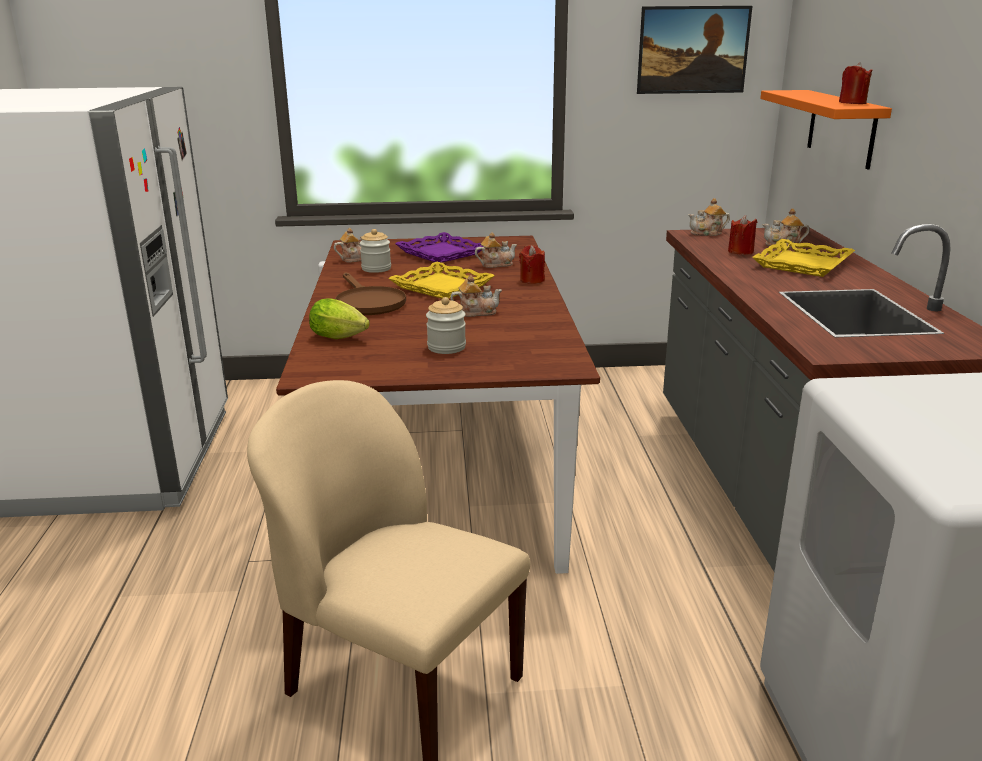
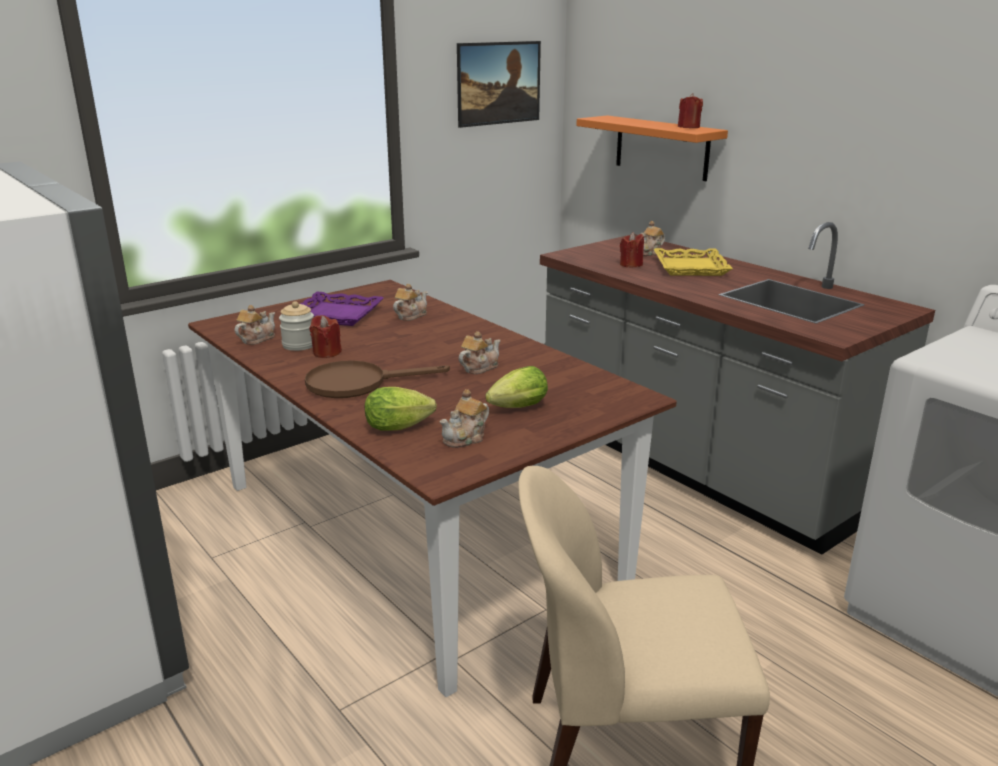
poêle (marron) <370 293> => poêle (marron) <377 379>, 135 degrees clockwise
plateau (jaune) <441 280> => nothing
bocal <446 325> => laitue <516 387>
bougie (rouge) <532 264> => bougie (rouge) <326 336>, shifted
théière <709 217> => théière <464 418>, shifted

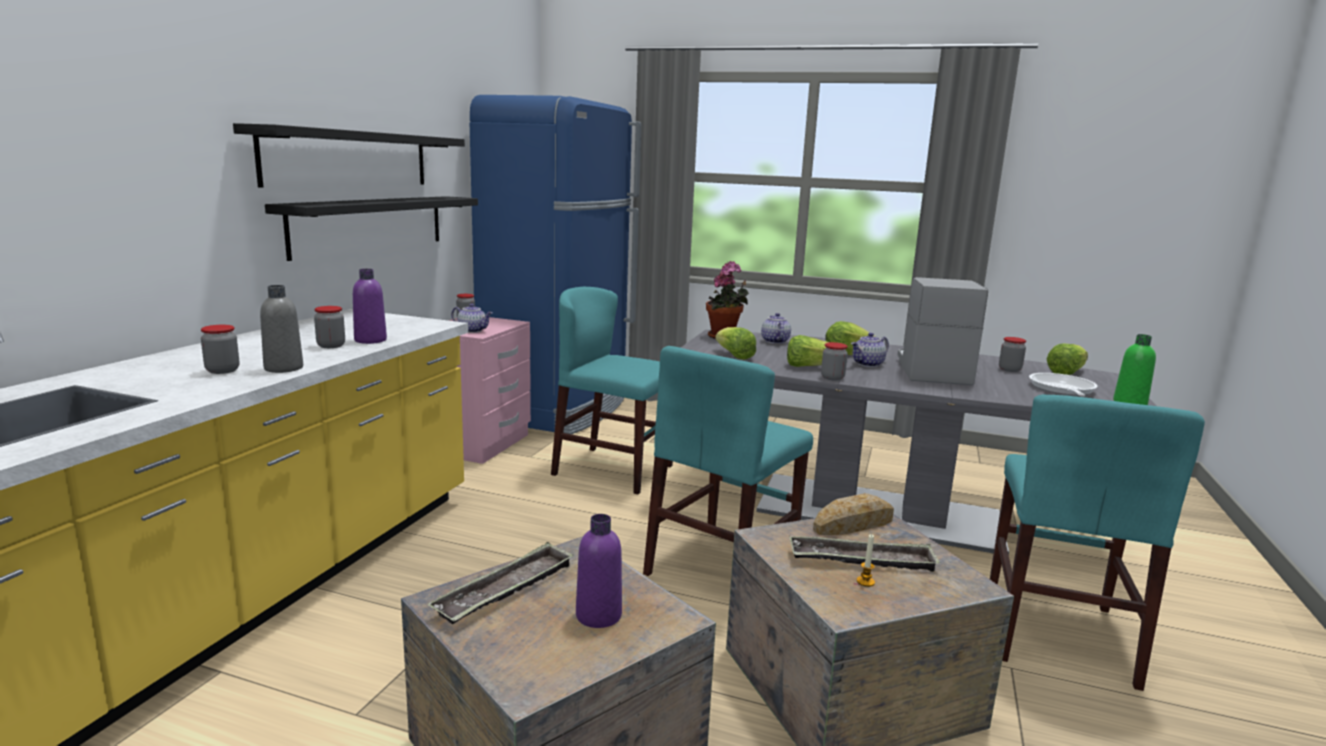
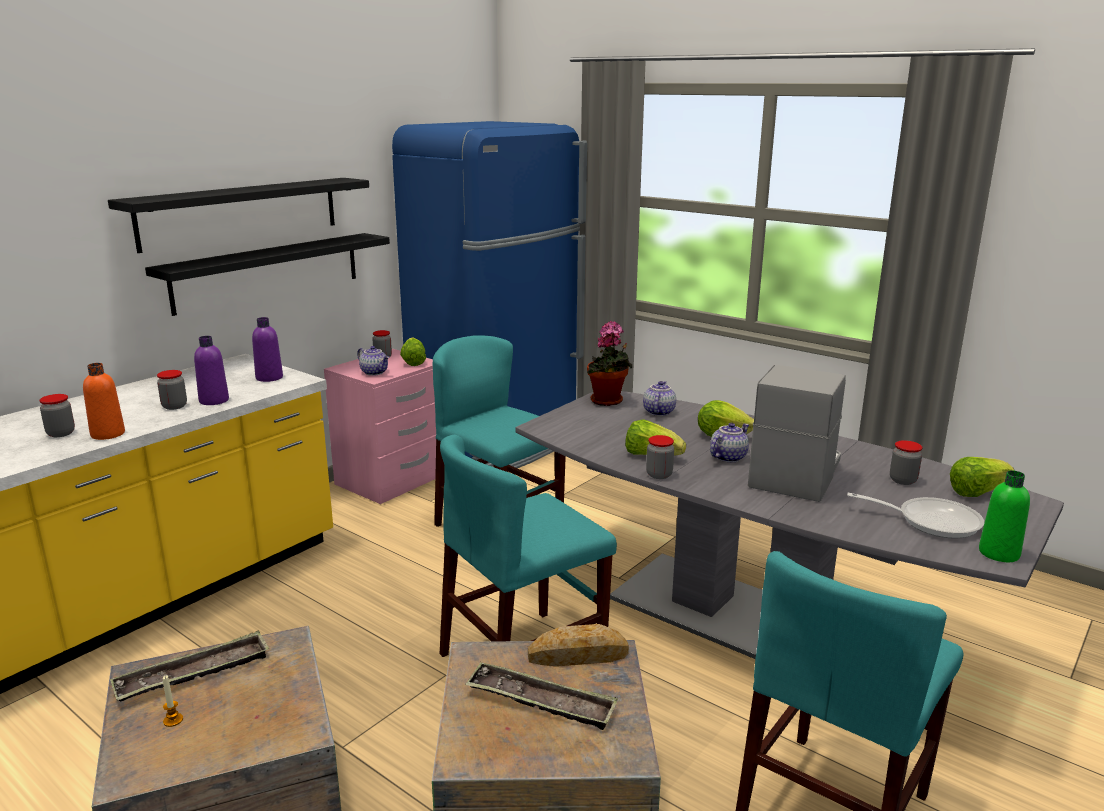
bouteille (gris) <281 329> => bouteille (orange) <104 401>
bouteille (violet) <599 571> => bouteille (violet) <267 349>, shifted
laitue <735 343> => laitue <413 351>, shifted
théière <870 350> => théière <729 442>, 150 degrees clockwise
bougie <866 560> => bougie <173 701>, shifted
poêle <1063 385> => poêle <915 516>, 75 degrees clockwise

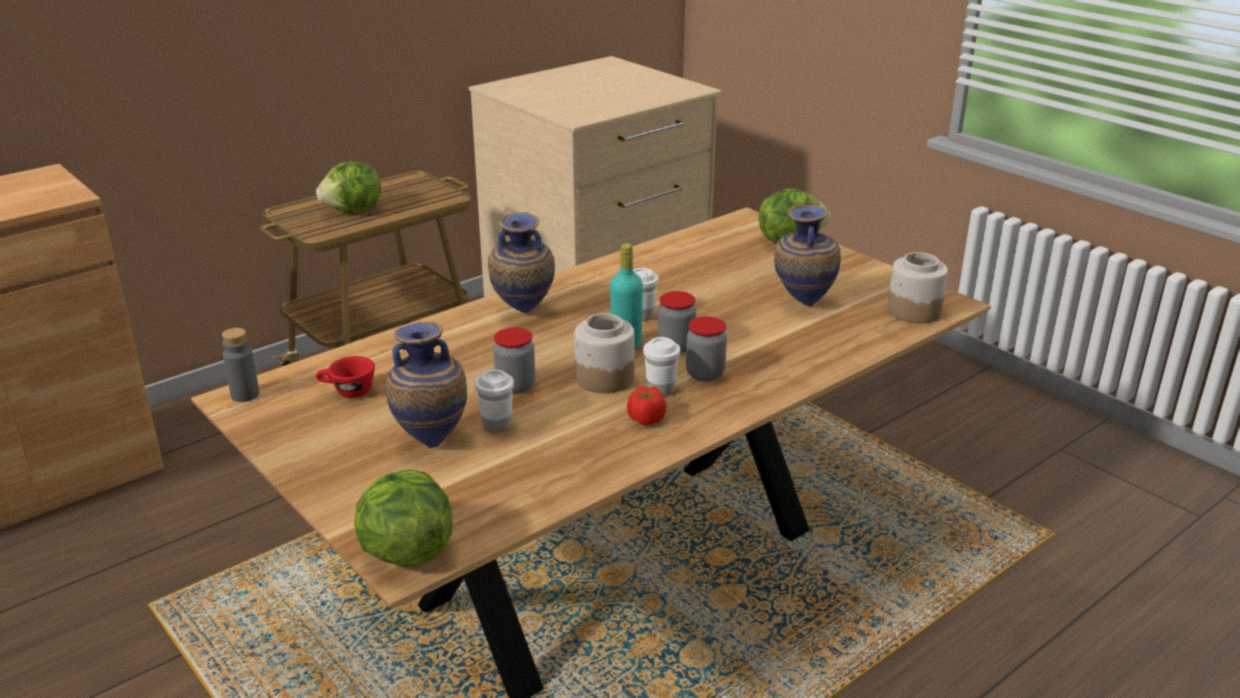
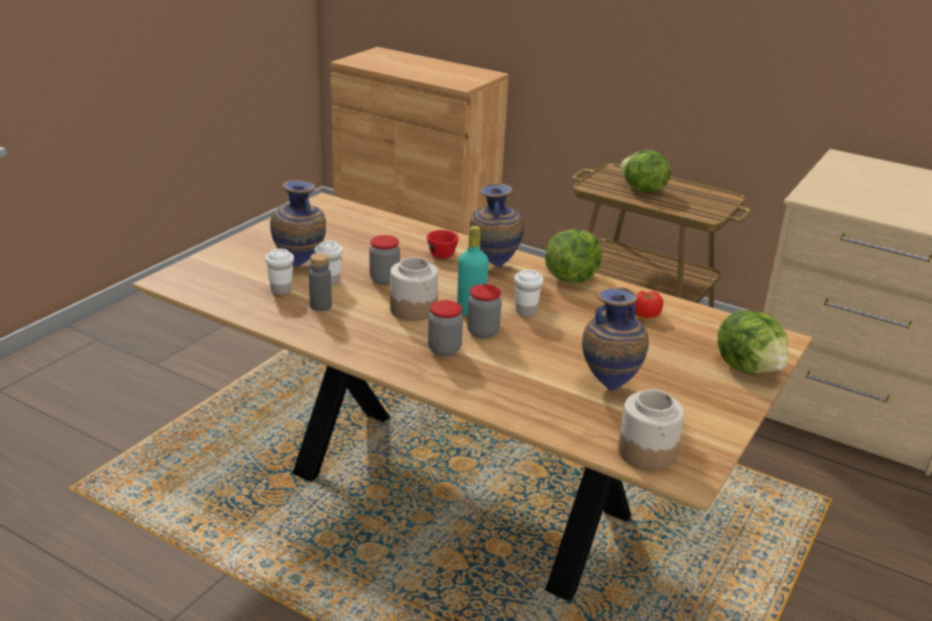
bouteille (gris) <240 365> => bouteille (gris) <320 282>, shifted
tasse (rouge) <345 377> => tasse (rouge) <443 244>, shifted
laitue <403 518> => laitue <573 256>, shifted
tomate <647 406> => tomate <648 304>, shifted
tasse (blanc) <661 367> => tasse (blanc) <279 272>, shifted

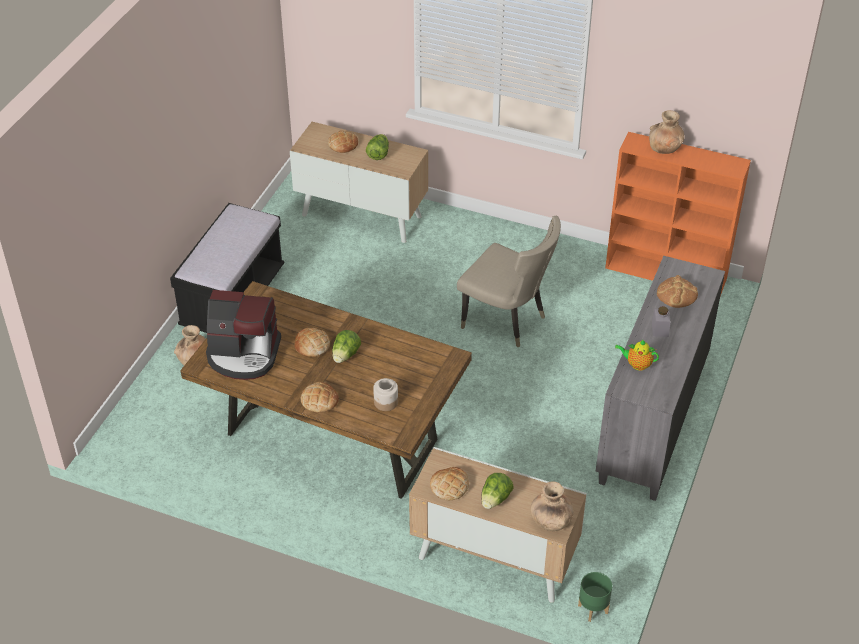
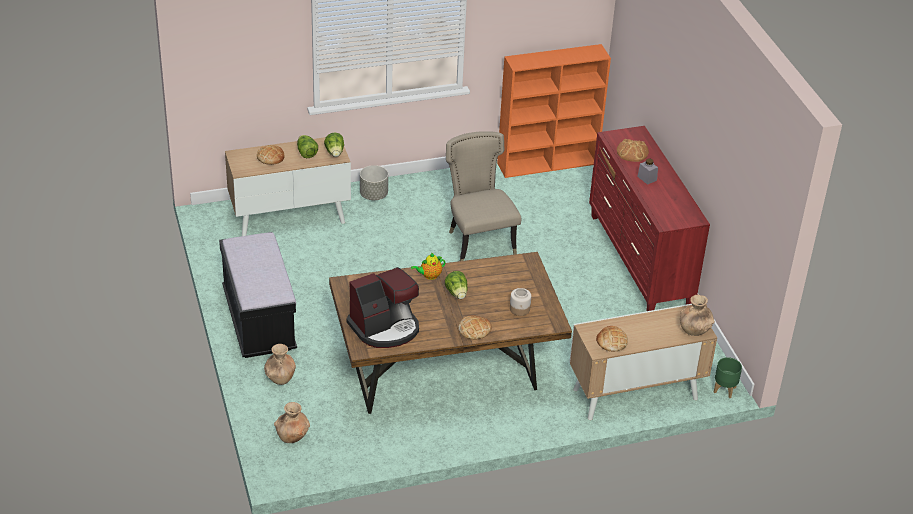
pain <312 342> => nothing
chaise (beige) <509 281> => chaise (beige) <483 196>, 105 degrees counterclockwise
laitue <497 491> => laitue <334 145>, shifted
commode (gris) <660 378> => commode (rouge) <649 218>
théière <637 355> => théière <428 266>, shifted
vase (marron) <667 132> => vase (marron) <292 422>, shifted
nothing => cache-pot (gris) <374 182>

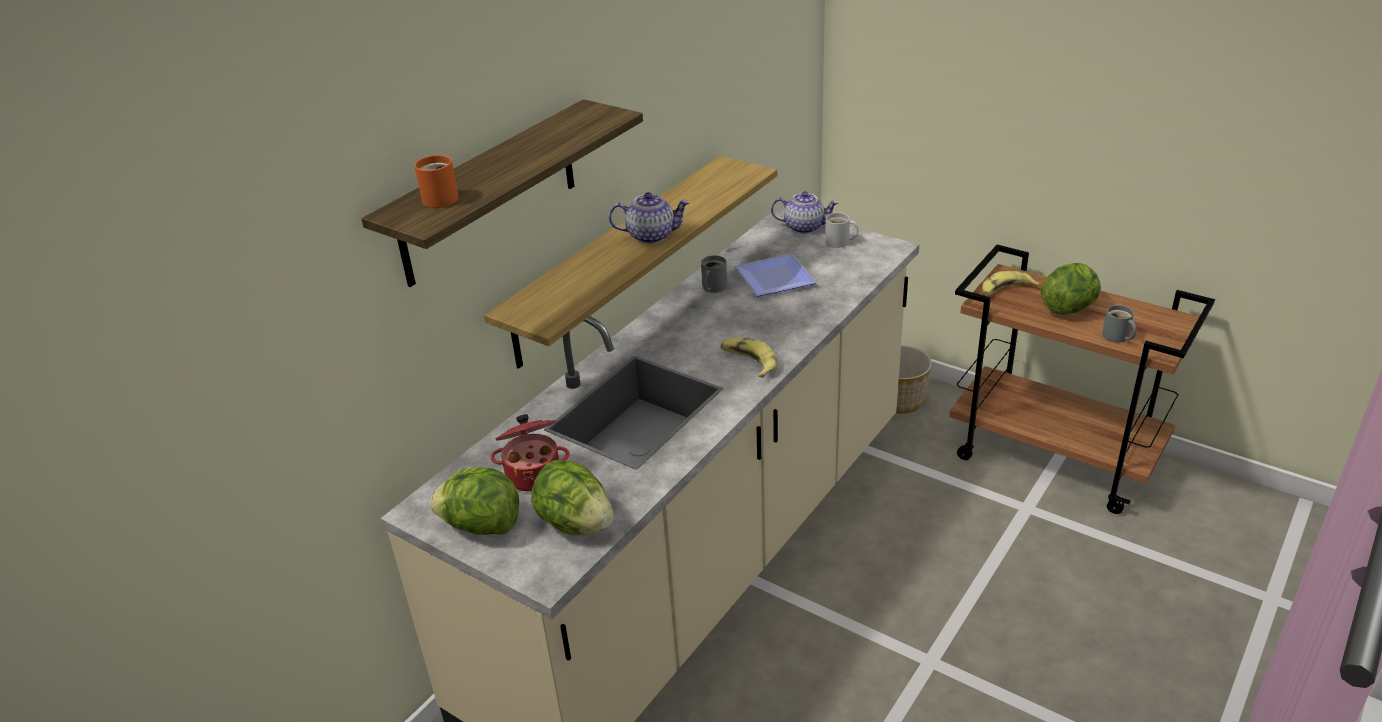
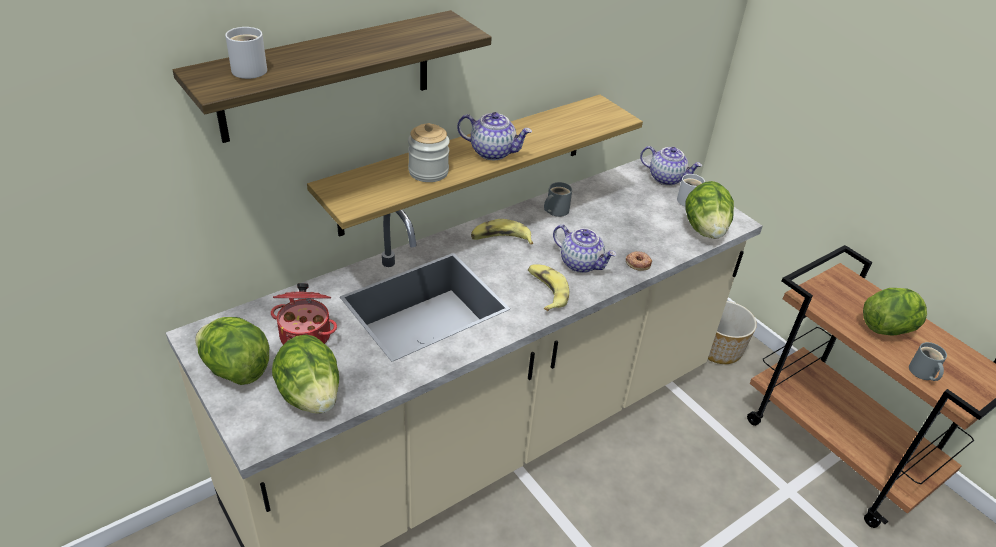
mug (orange) <437 181> => mug (blanc) <246 53>
assiette <776 275> => nothing
banane <1011 284> => banane <502 232>, shifted
nothing => bocal <429 152>
nothing => théière <584 249>
nothing => beignet <639 261>
nothing => laitue <709 210>

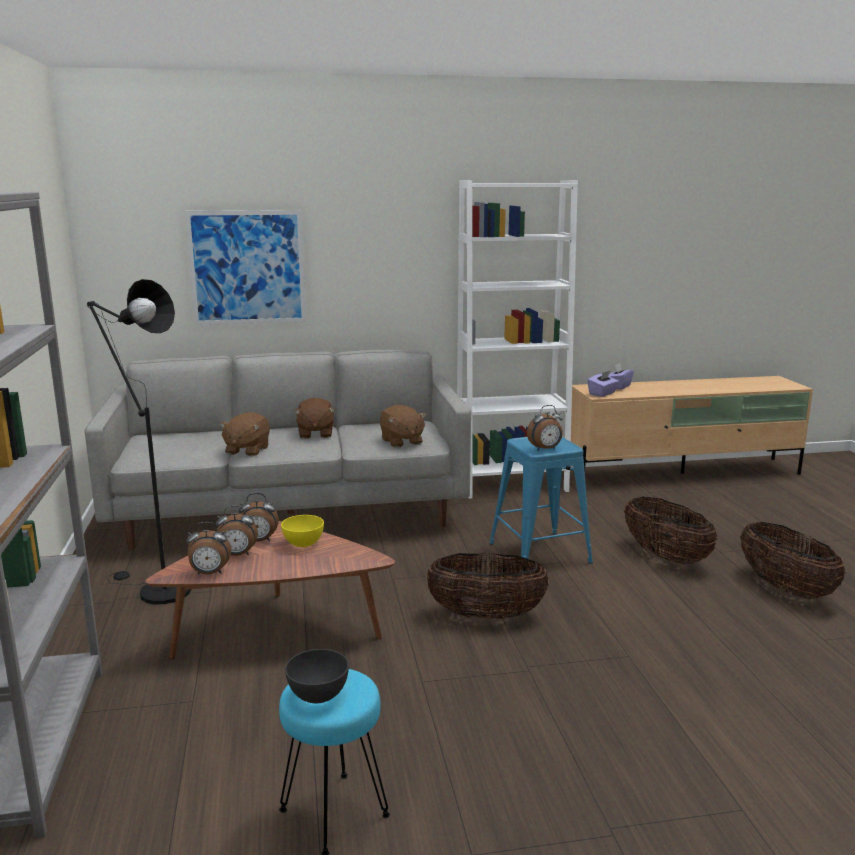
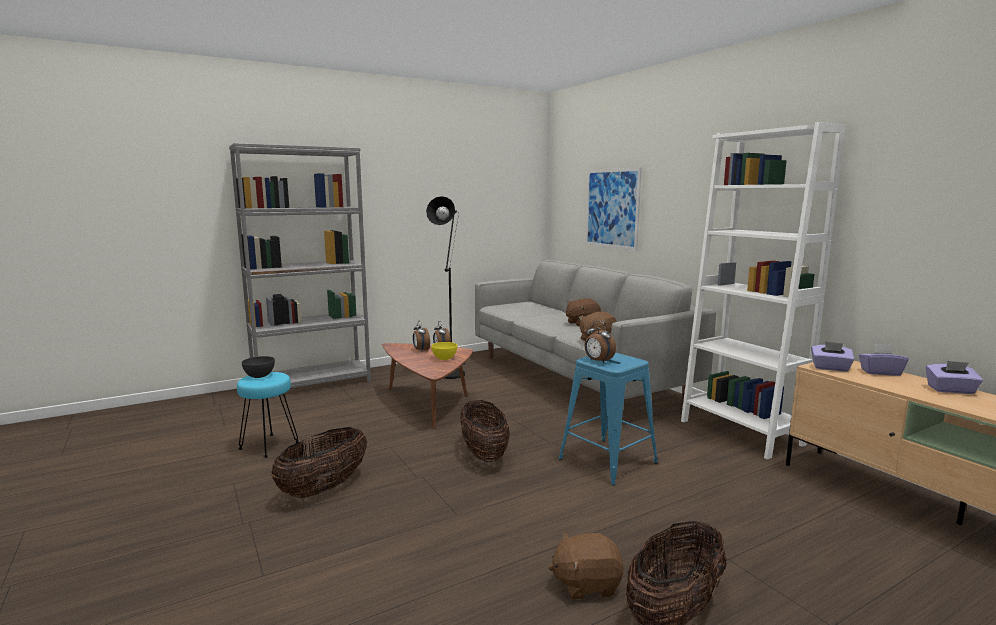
réveil <209 548> => nothing
peluche (marron) <244 434> => peluche (marron) <586 566>, shifted
panier <670 530> => panier <319 462>, shifted
nothing => boîte à mouchoirs (violet) <954 377>

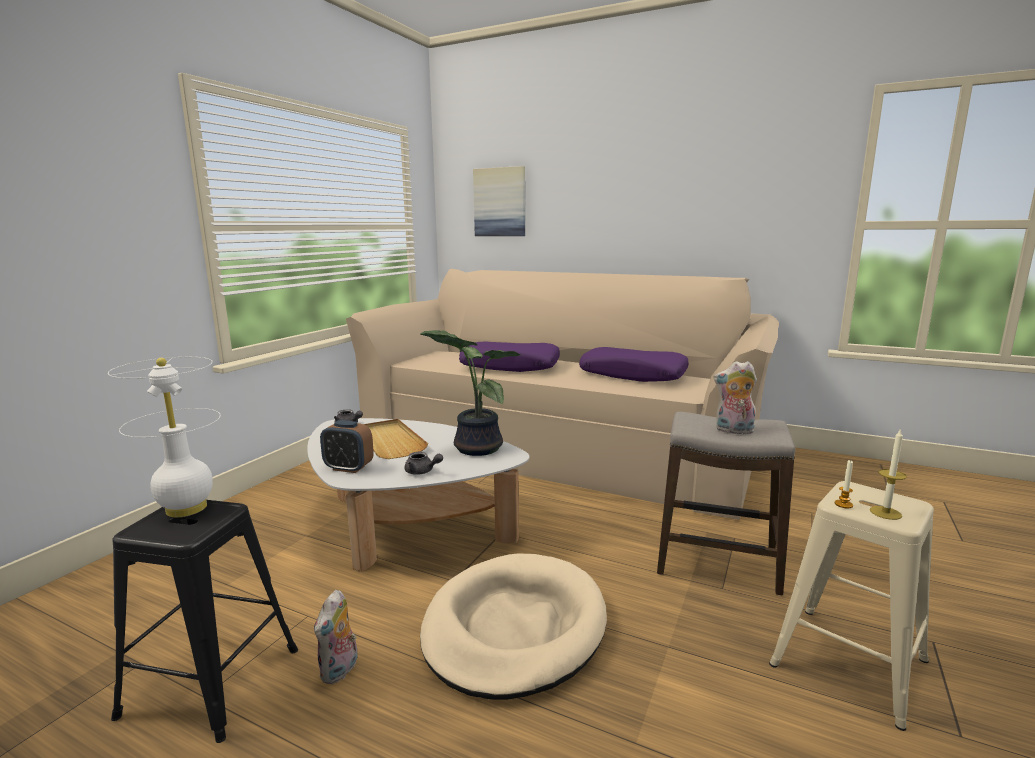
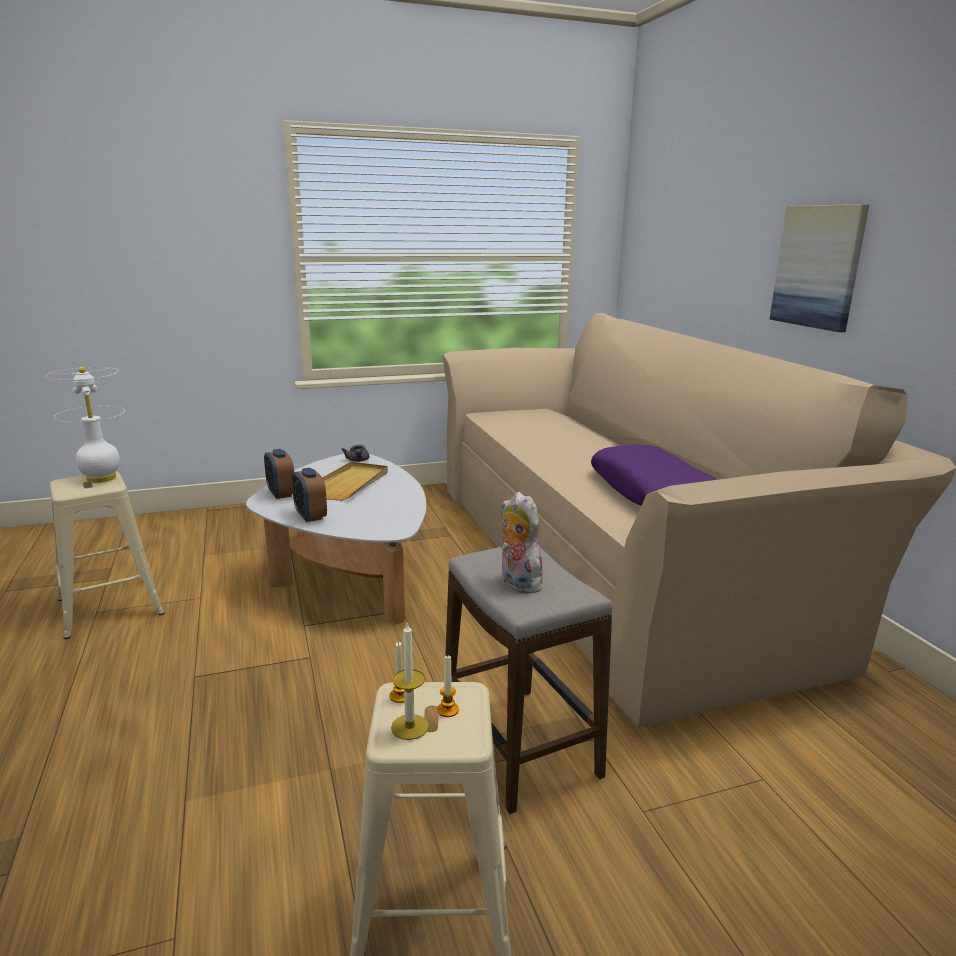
tabouret (noir) <204 621> => tabouret (beige) <107 555>
peluche <336 637> => nothing
théière (gris) <423 463> => réveil <309 495>
plante en pot <471 393> => nothing
panier pour chien (beige) <513 626> => nothing
coussin (violet) <509 357> => nothing
tableau <499 201> => tableau <820 268>, shifted
nothing => bougie <448 686>

